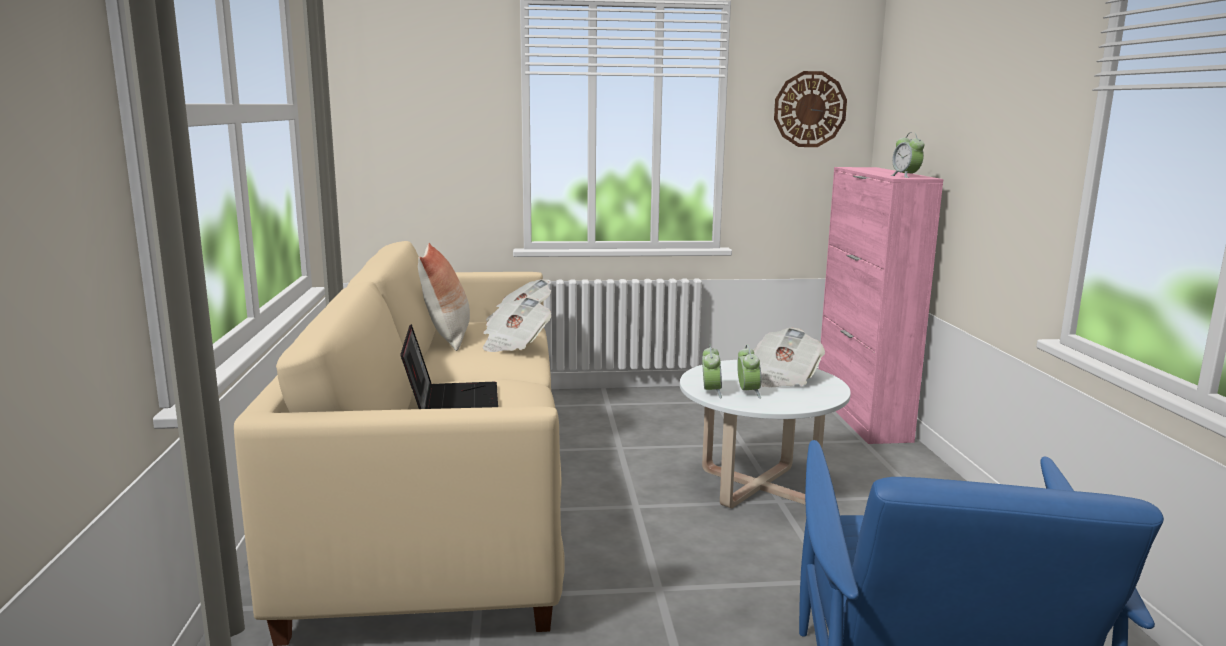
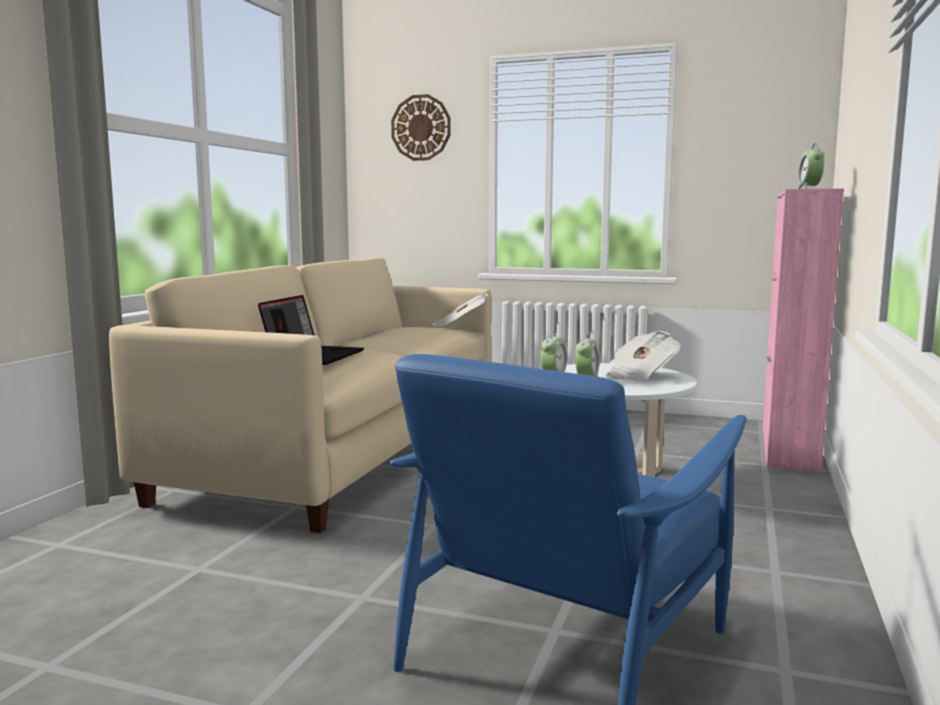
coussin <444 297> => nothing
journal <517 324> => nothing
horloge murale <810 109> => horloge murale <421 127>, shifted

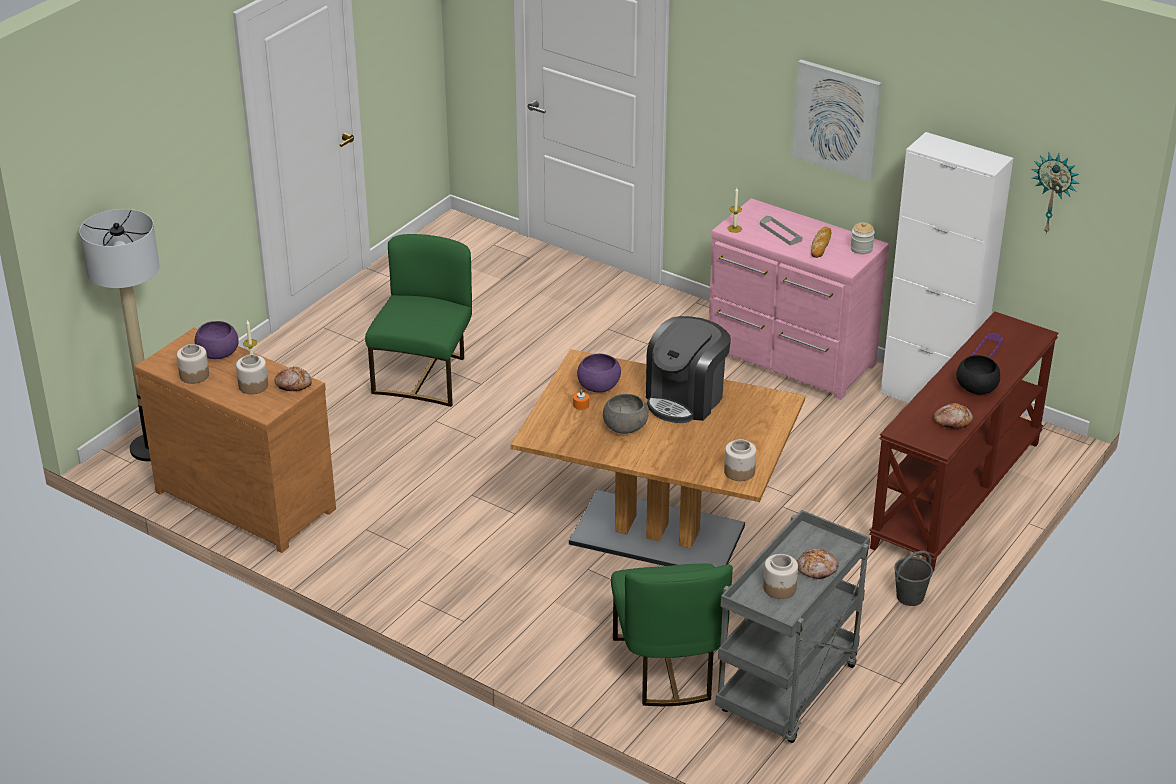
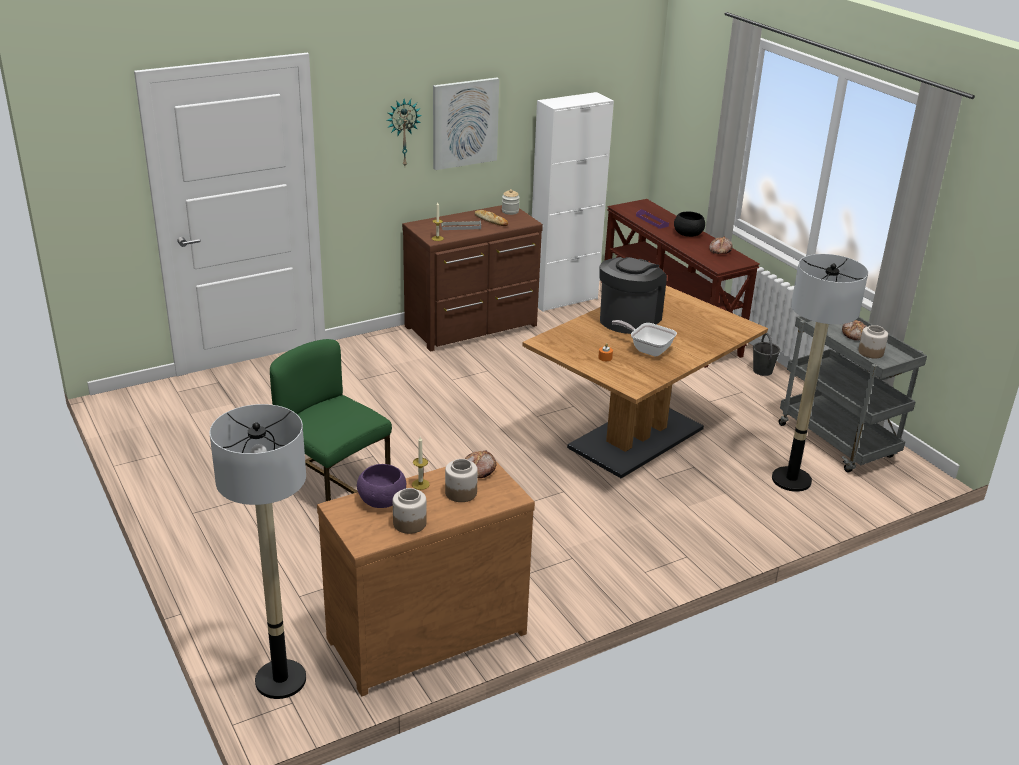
bol (violet) <599 373> => nothing
bol (gris) <626 414> => poêle <644 338>
chaise (vert) <672 635> => lampadaire <820 373>
machine à café <688 369> => machine à café <633 295>, 120 degrees counterclockwise
commode (rose) <799 299> => commode (marron) <472 278>
bocal <740 460> => nothing
horloge murale <1055 193> => horloge murale <404 132>, shifted

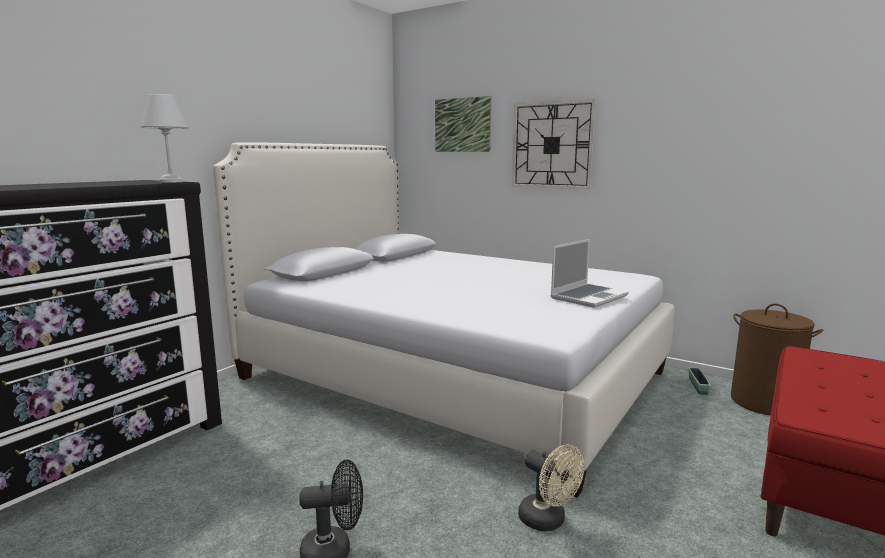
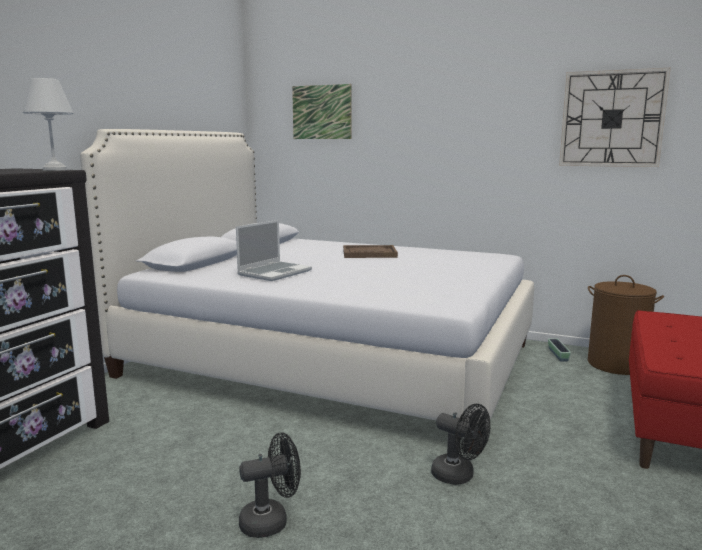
horloge murale <554 144> => horloge murale <615 117>, shifted
ventilateur (beige) <551 487> => ventilateur (noir) <460 444>
ordinateur portable <589 273> => ordinateur portable <274 250>, shifted
nothing => plateau (marron) <370 251>

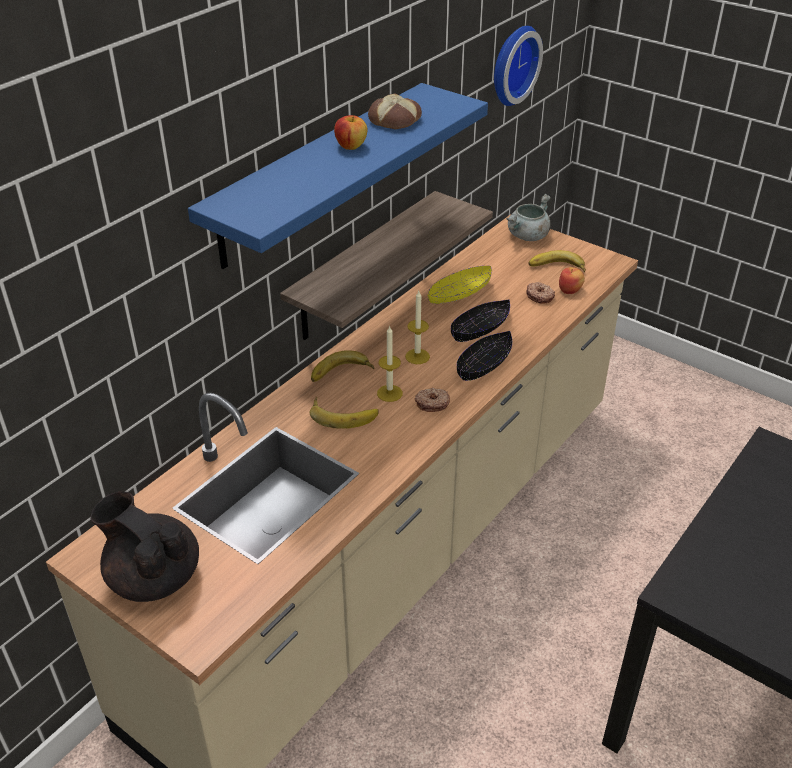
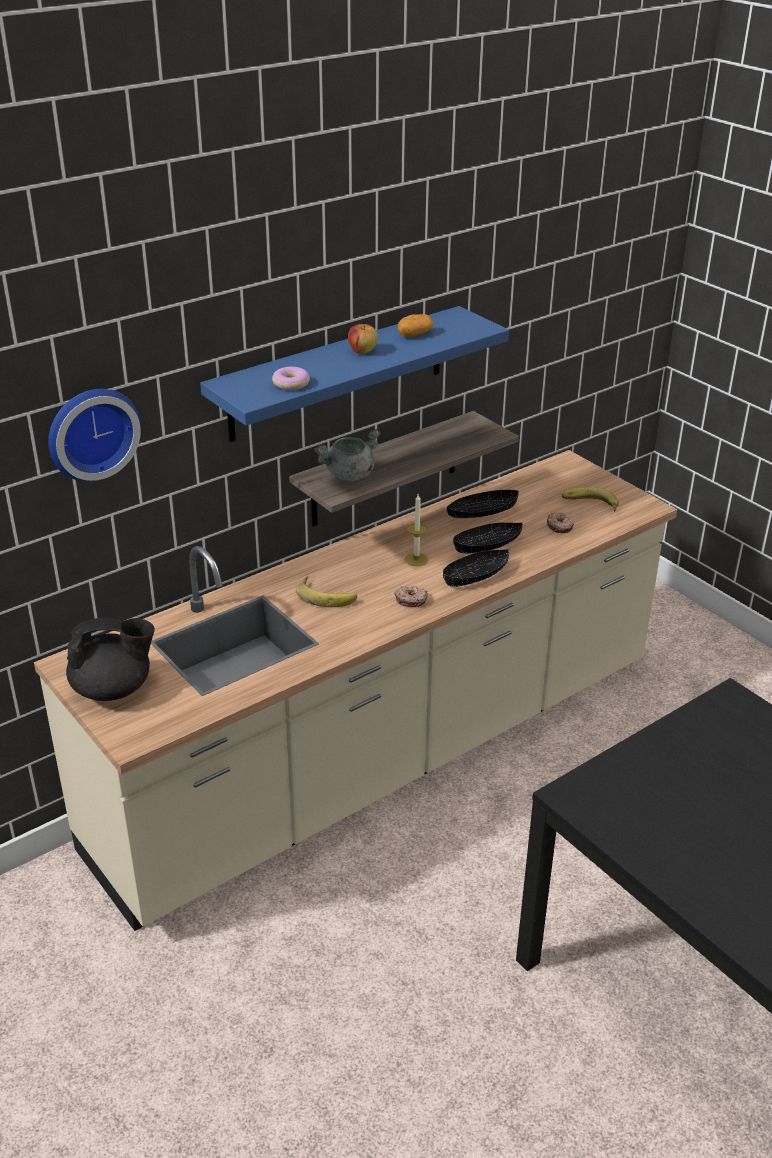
théière (noir) <144 546> => théière (noir) <110 659>, 120 degrees clockwise
banane <342 366> => nothing
pain <395 111> => pomme de terre <416 325>
bougie <390 363> => nothing
bol (jaune) <460 285> => bol (noir) <483 504>
horloge murale <518 66> => horloge murale <94 435>, shifted
marmite (gris) <528 217> => marmite (gris) <347 455>, shifted
pomme <572 280> => nothing
nothing => beignet <291 378>

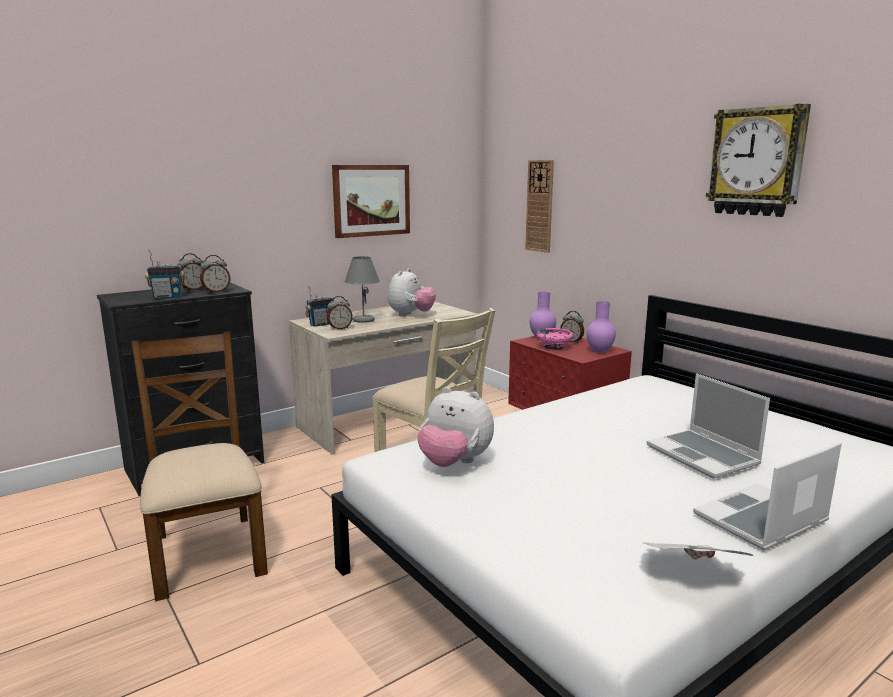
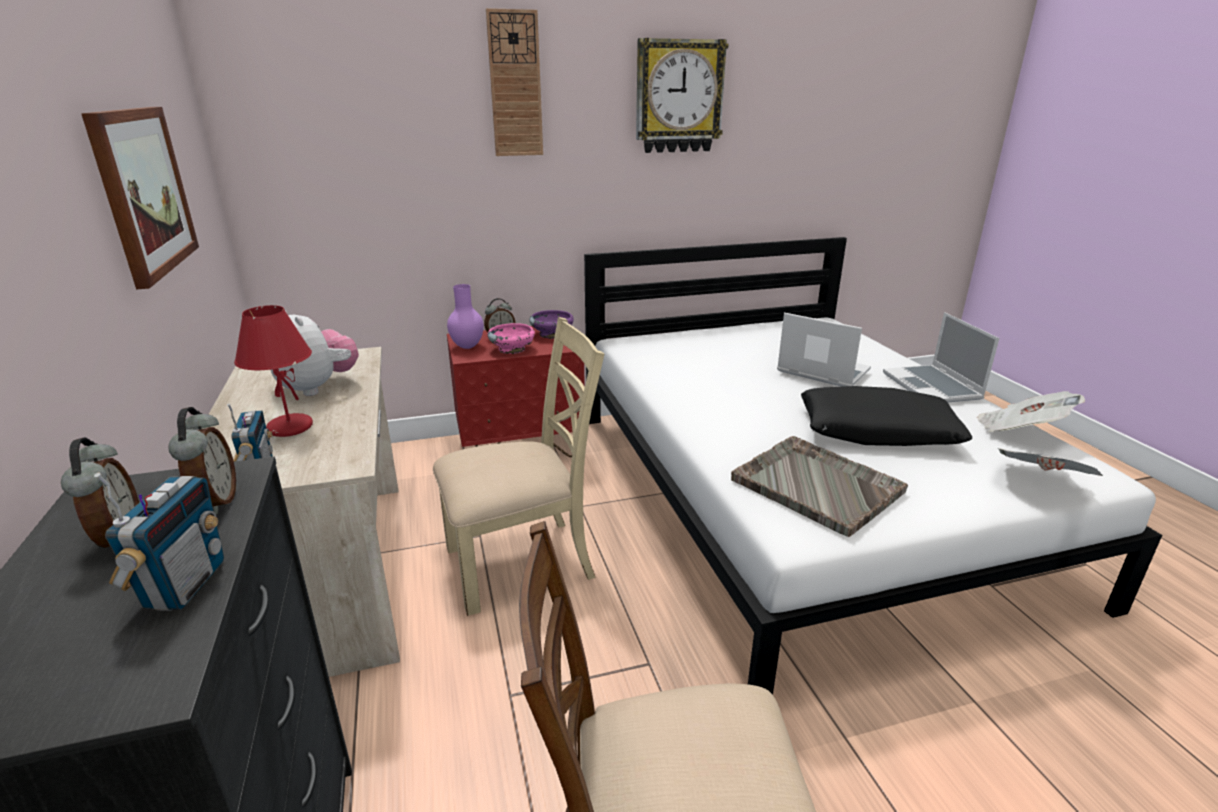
réveil <340 313> => nothing
lampe de table (gris) <362 289> => lampe de table (rouge) <273 371>
peluche <455 427> => plateau (gris) <819 486>
horloge murale <539 206> => horloge murale <514 82>, shifted
vase (violet) <601 327> => bol (violet) <551 324>
ordinateur portable <708 426> => ordinateur portable <824 350>, 135 degrees counterclockwise
nothing => coussin (noir) <886 416>
nothing => journal <1050 462>

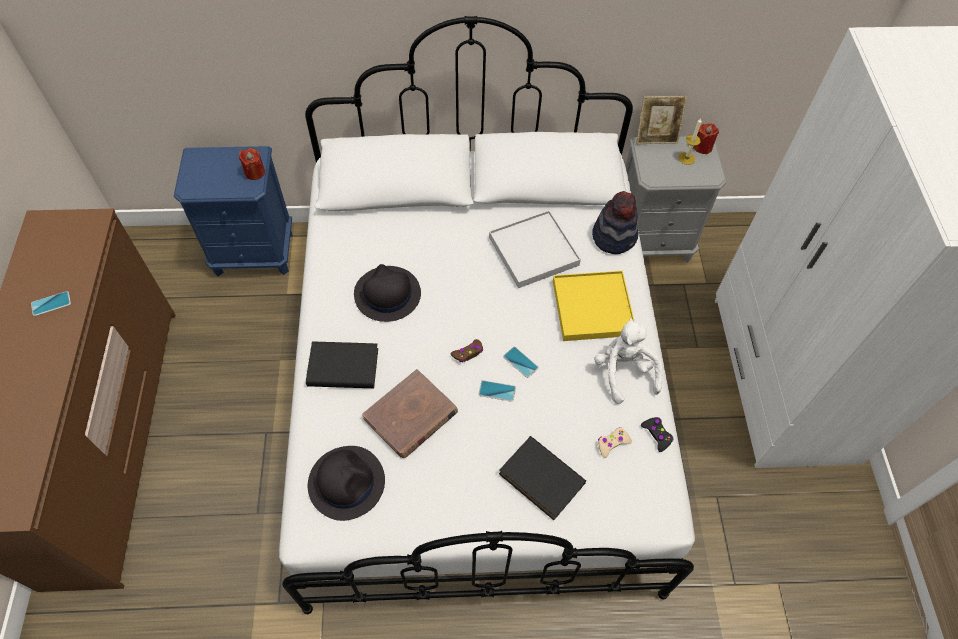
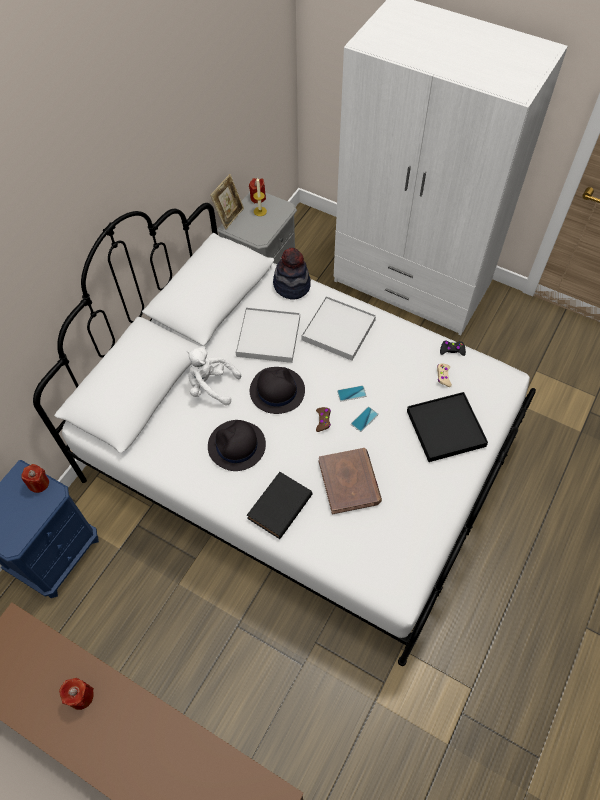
téléphone <51 303> => bougie (rouge) <76 694>
chapeau (noir) <346 483> => chapeau (noir) <277 390>, shifted
livre (noir) <542 478> => plateau (noir) <447 427>
plateau (jaune) <594 306> => plateau (blanc) <338 328>
peluche (blanc) <628 361> => peluche (blanc) <214 376>, shifted

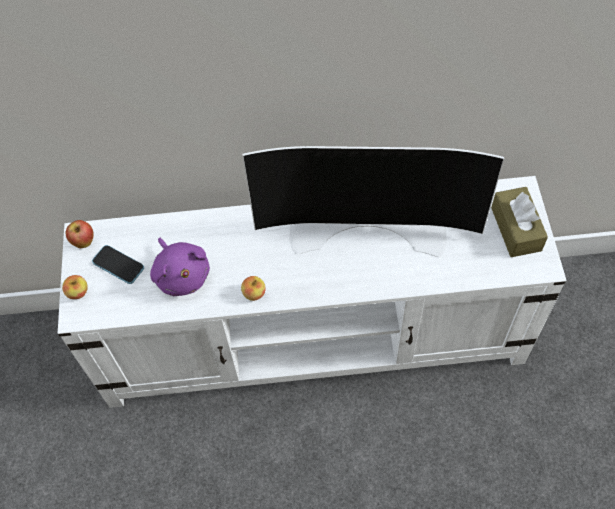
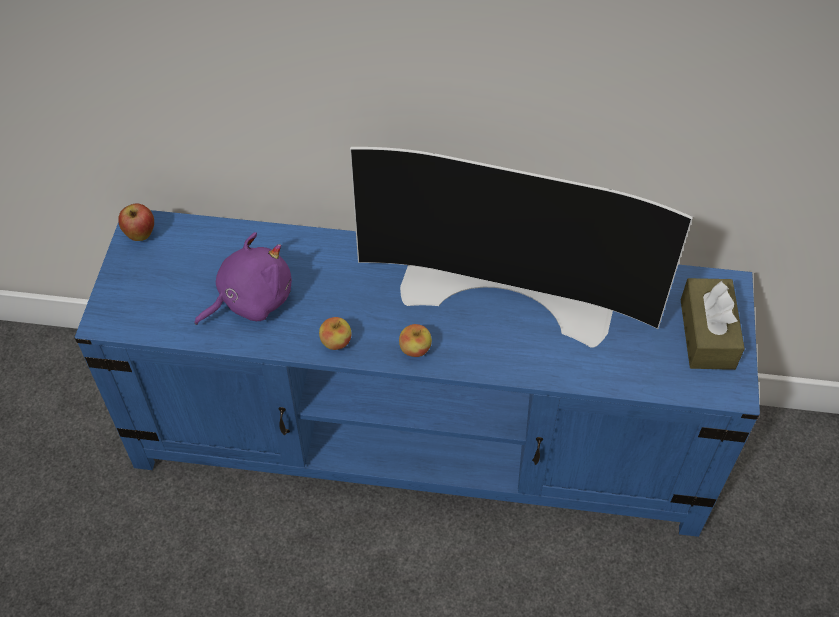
meuble télé (blanc) <312 292> => meuble télé (bleu) <417 372>
pomme <75 287> => pomme <415 340>, shifted
téléphone <118 264> => nothing
peluche (violet) <180 266> => peluche (violet) <243 278>, 105 degrees counterclockwise

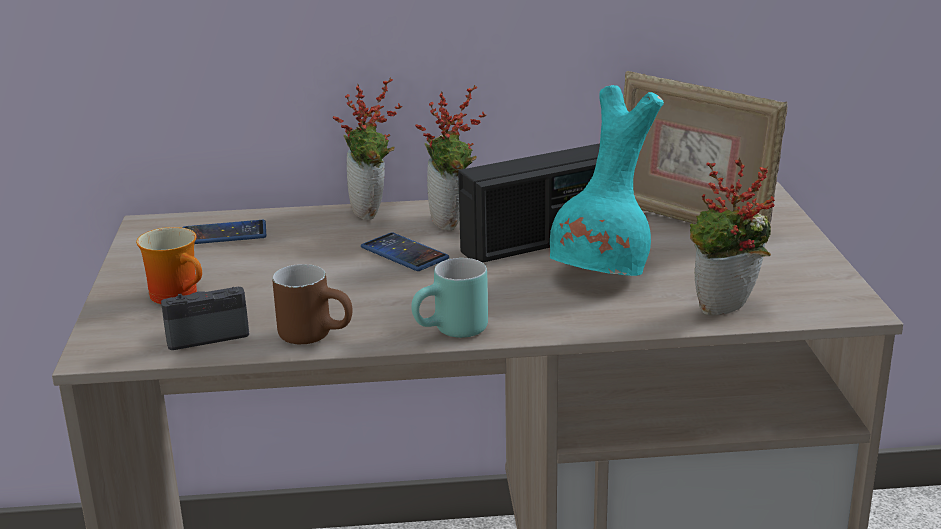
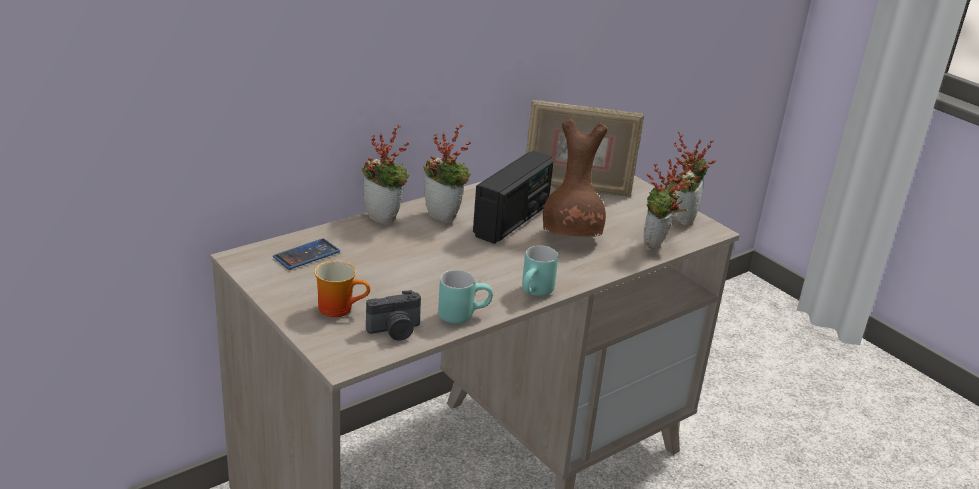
appareil photo <205 318> => appareil photo <393 315>, 150 degrees counterclockwise
mug (marron) <312 304> => mug (turquoise) <465 297>
téléphone <405 251> => nothing
vase (turquoise) <606 180> => vase (marron) <575 178>
nothing => plante en pot <692 178>

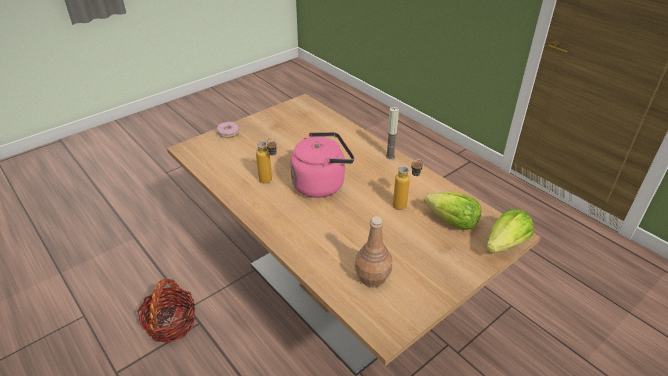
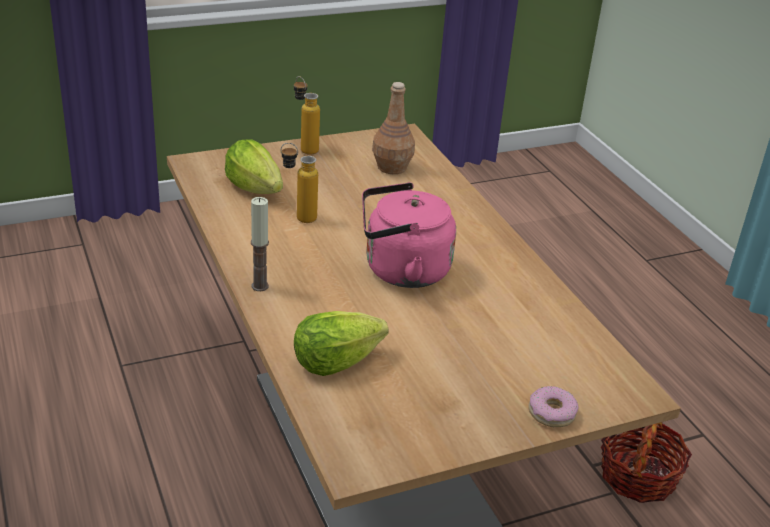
bouteille <266 161> => bouteille <307 115>, shifted
laitue <509 231> => laitue <341 343>, shifted

